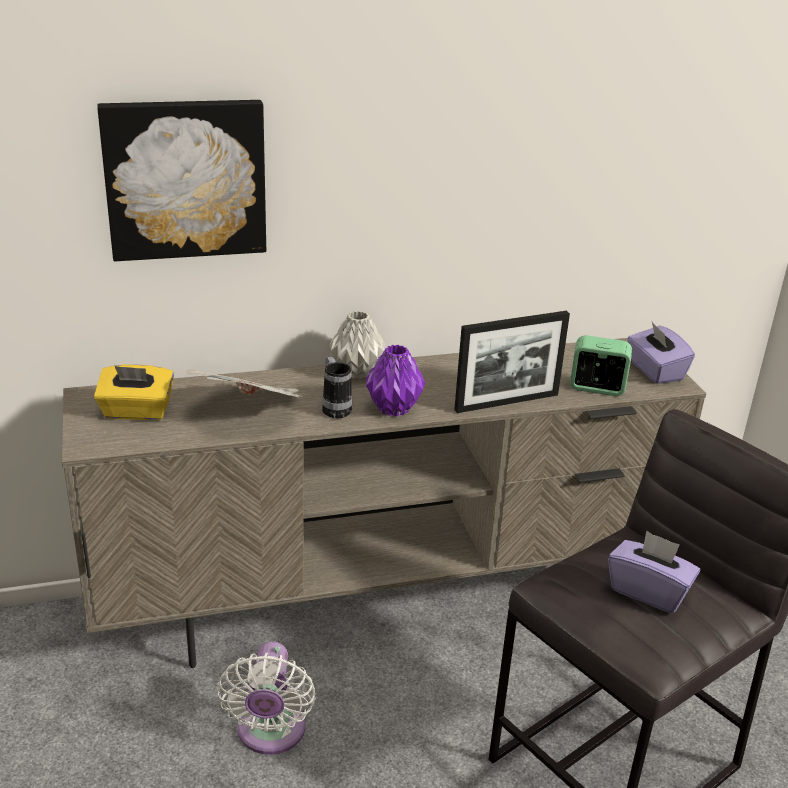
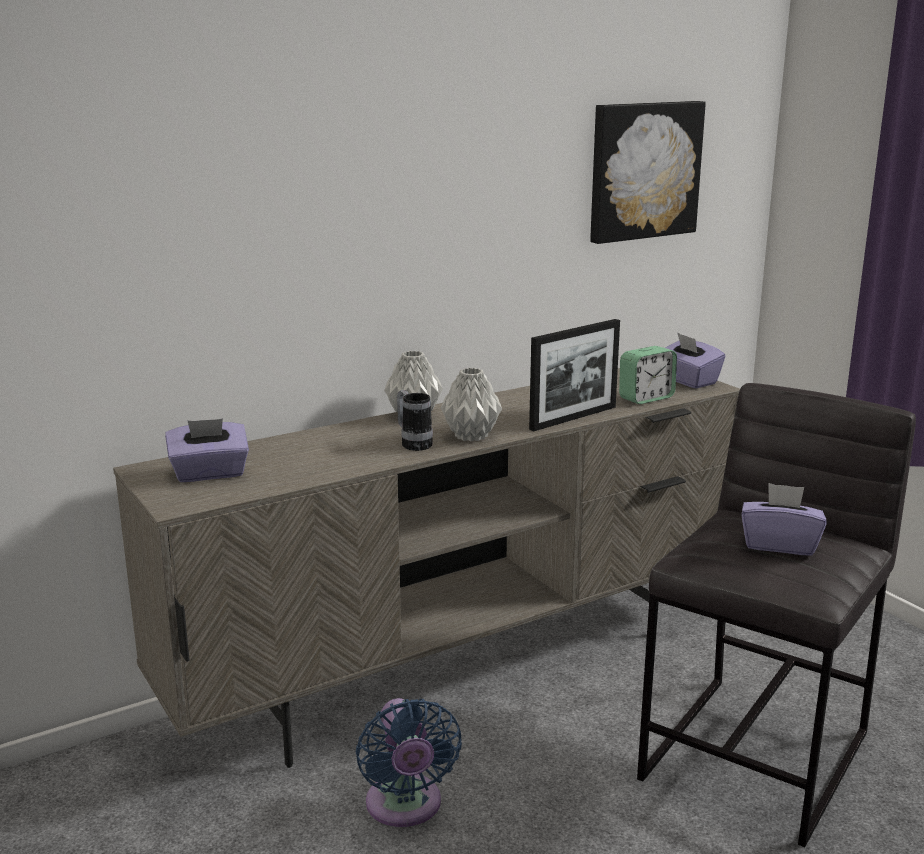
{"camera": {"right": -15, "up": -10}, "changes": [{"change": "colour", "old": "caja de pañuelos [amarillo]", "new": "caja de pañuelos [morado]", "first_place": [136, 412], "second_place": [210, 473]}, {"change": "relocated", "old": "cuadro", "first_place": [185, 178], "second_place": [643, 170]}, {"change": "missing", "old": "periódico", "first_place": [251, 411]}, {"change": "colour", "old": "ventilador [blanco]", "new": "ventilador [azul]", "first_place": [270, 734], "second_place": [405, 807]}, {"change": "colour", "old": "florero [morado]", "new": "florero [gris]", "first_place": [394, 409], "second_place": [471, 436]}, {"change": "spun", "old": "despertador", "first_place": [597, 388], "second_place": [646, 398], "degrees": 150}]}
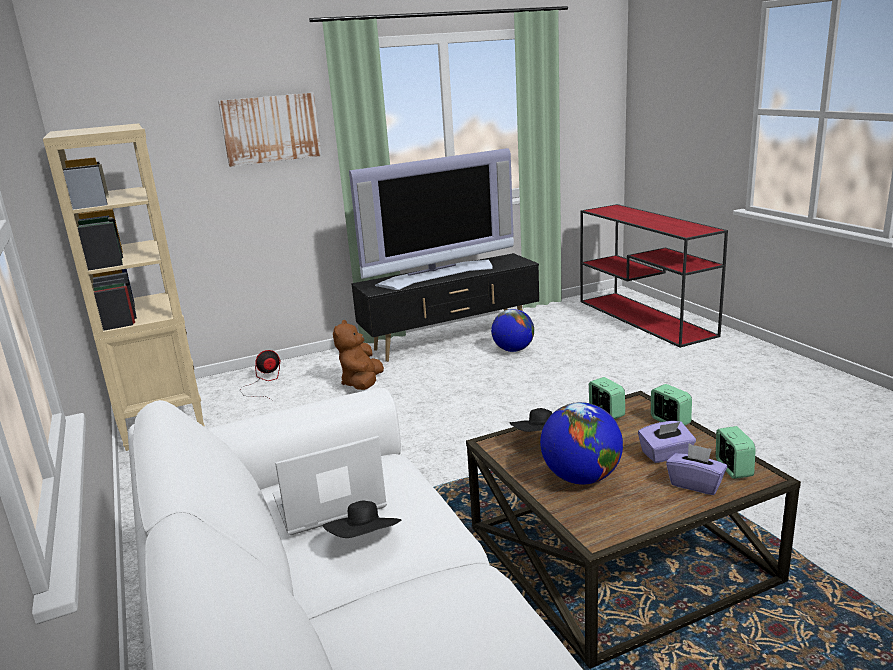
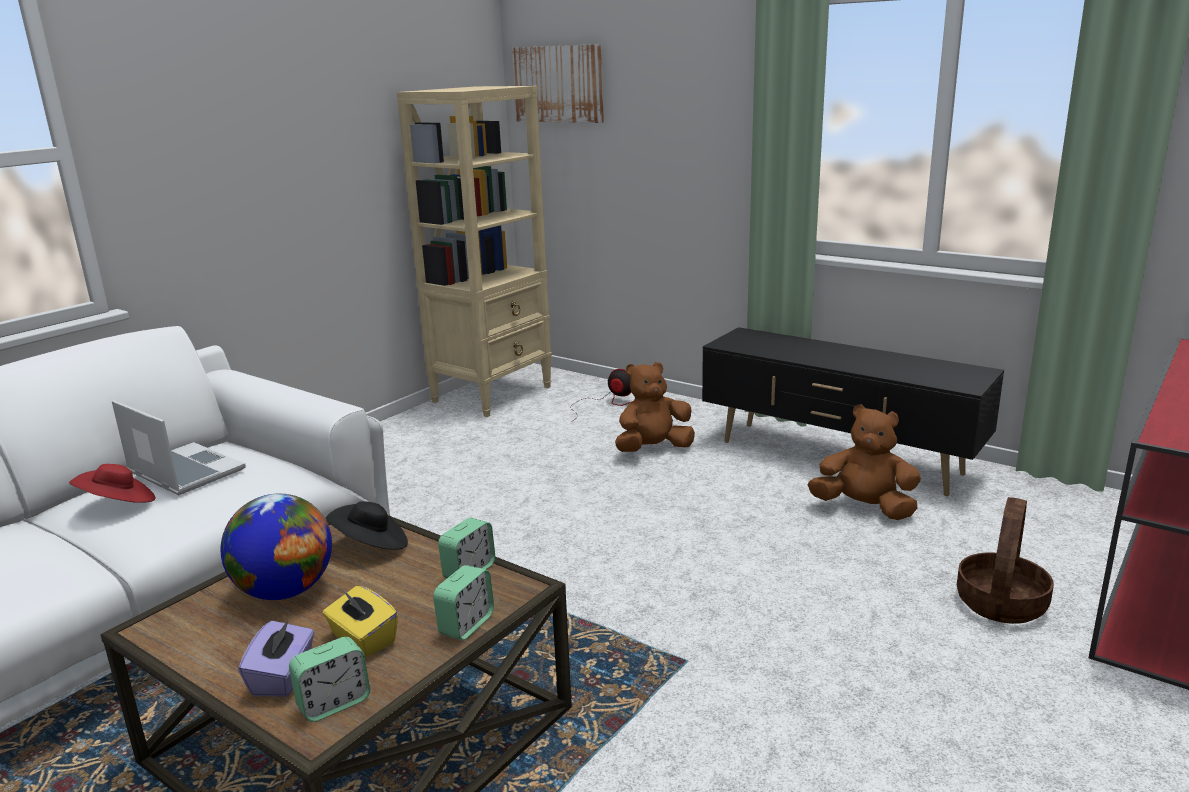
{"camera": {"right": 60, "up": 0}, "changes": [{"change": "relocated", "old": "cuadro", "first_place": [271, 129], "second_place": [559, 84]}, {"change": "colour", "old": "sombrero [negro]", "new": "sombrero [rojo]", "first_place": [365, 541], "second_place": [118, 504]}, {"change": "missing", "old": "televisor", "first_place": [437, 274]}, {"change": "exchanged", "old": "globo terráqueo", "new": "peluche [marrón]", "first_place": [513, 350], "second_place": [864, 508]}, {"change": "colour", "old": "caja de pañuelos [morado]", "new": "caja de pañuelos [amarillo]", "first_place": [666, 454], "second_place": [363, 640]}, {"change": "appeared", "new": "cesta", "second_place": [1000, 603]}]}
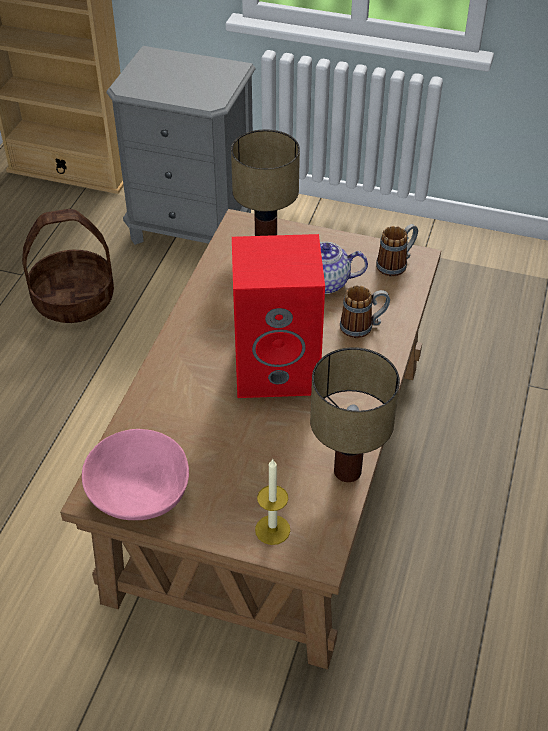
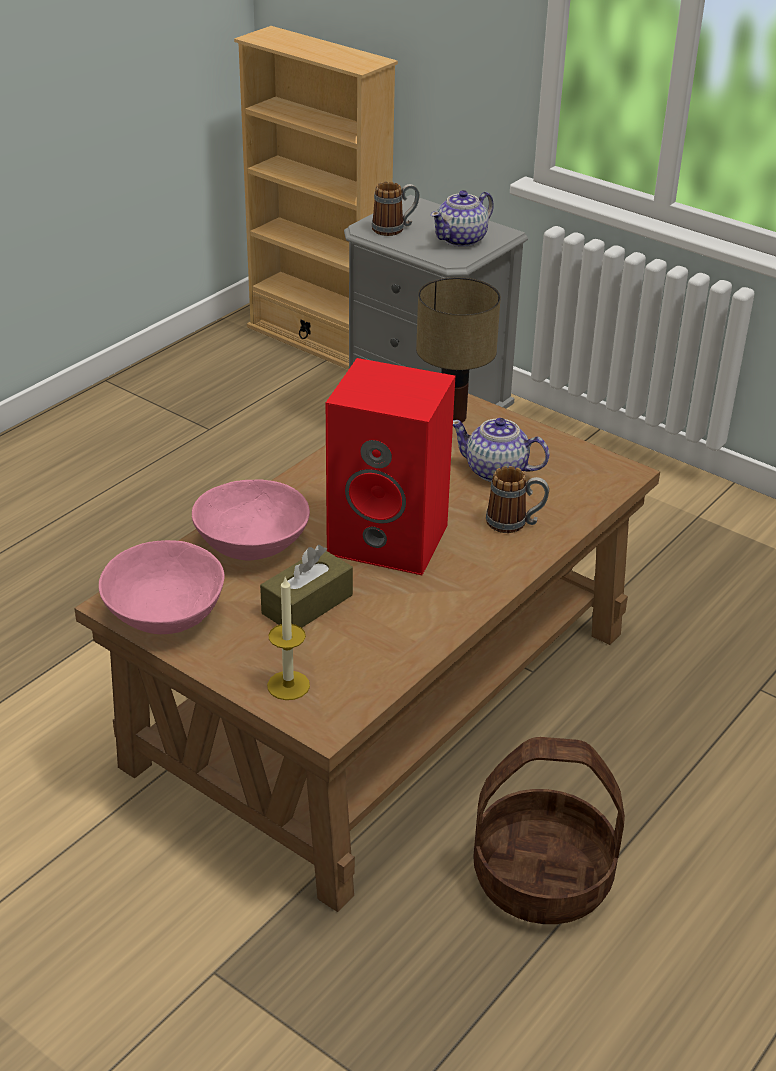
{"camera": {"right": 20, "up": -10}, "changes": [{"change": "relocated", "old": "cesta", "first_place": [74, 299], "second_place": [543, 877]}, {"change": "missing", "old": "lámpara de mesa", "first_place": [349, 471]}, {"change": "relocated", "old": "taza grande", "first_place": [396, 264], "second_place": [395, 229]}, {"change": "appeared", "new": "cuenco [rosa]", "second_place": [252, 545]}, {"change": "appeared", "new": "caja de pañuelos [marrón]", "second_place": [307, 604]}, {"change": "appeared", "new": "tetera", "second_place": [462, 239]}]}
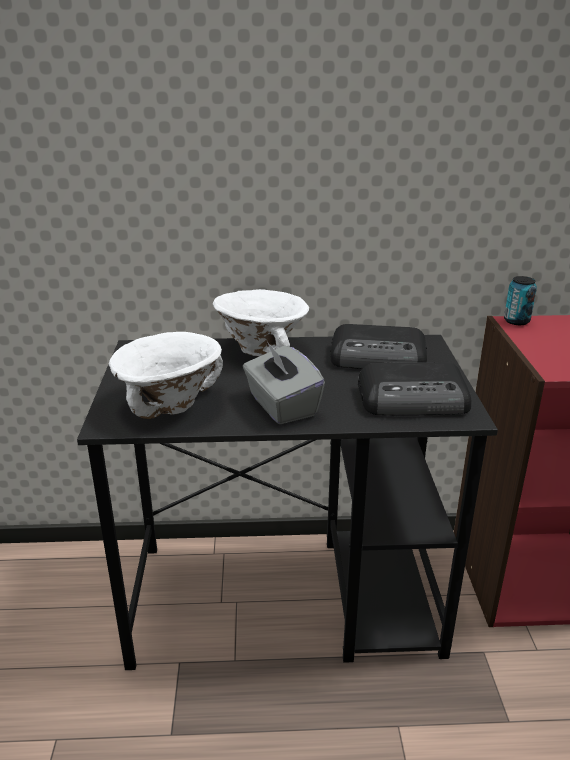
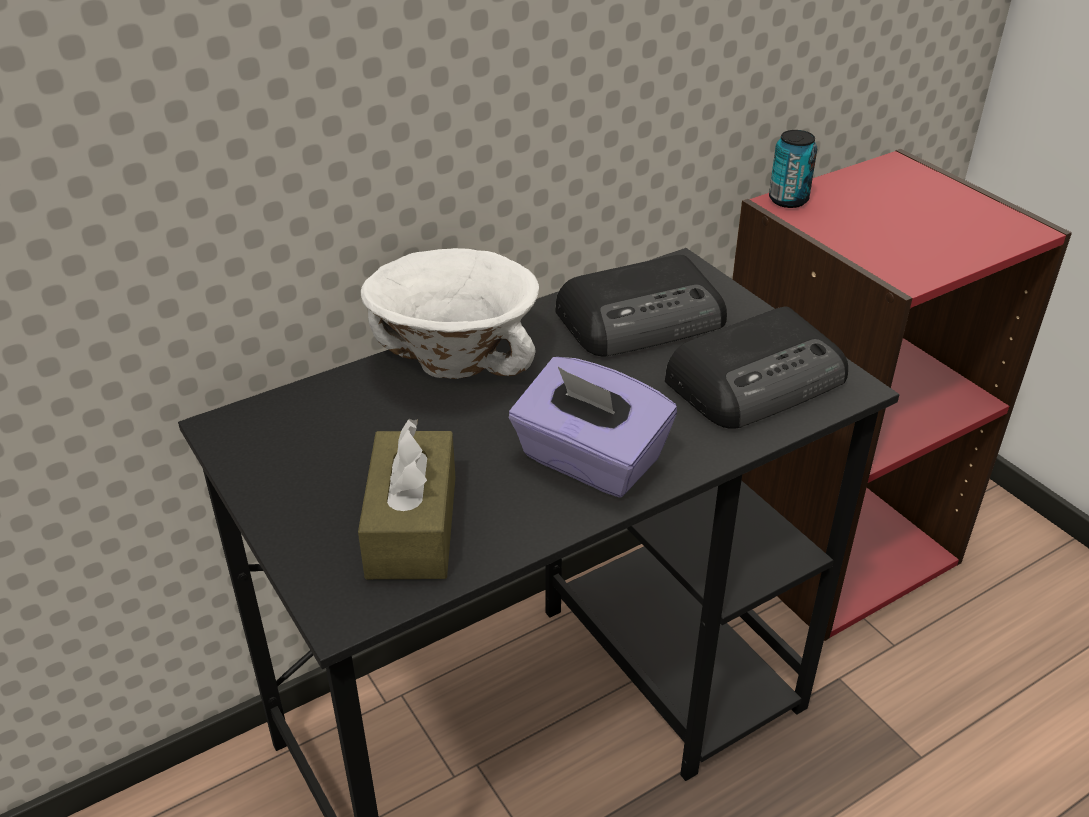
{"camera": {"right": -30, "up": 10}, "changes": [{"change": "exchanged", "old": "cuenco [blanco]", "new": "caja de pañuelos [marrón]", "first_place": [169, 404], "second_place": [412, 526]}, {"change": "colour", "old": "caja de pañuelos [gris]", "new": "caja de pañuelos [morado]", "first_place": [281, 406], "second_place": [589, 461]}]}
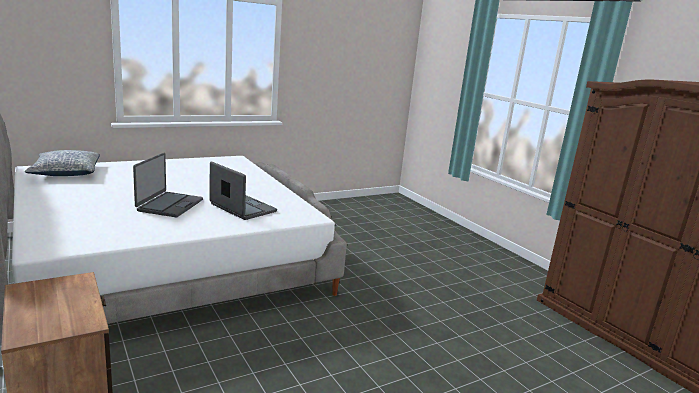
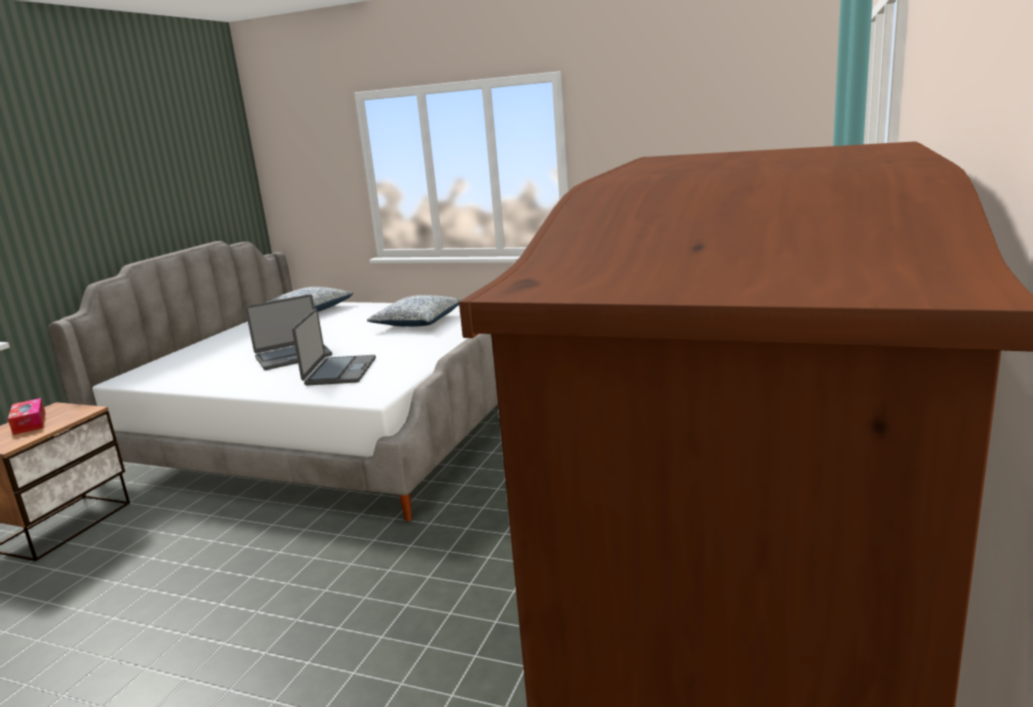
{"camera": {"right": 55, "up": 0}, "changes": [{"change": "appeared", "new": "caja de pañuelos", "second_place": [29, 423]}, {"change": "appeared", "new": "cojín", "second_place": [417, 322]}]}
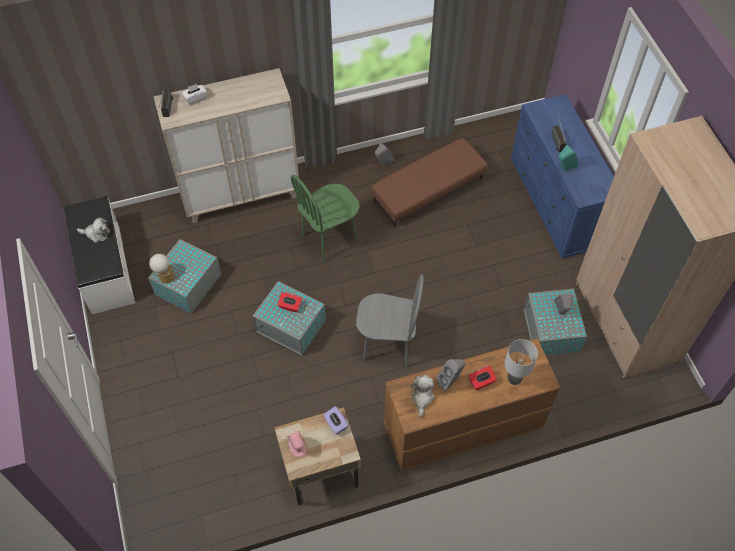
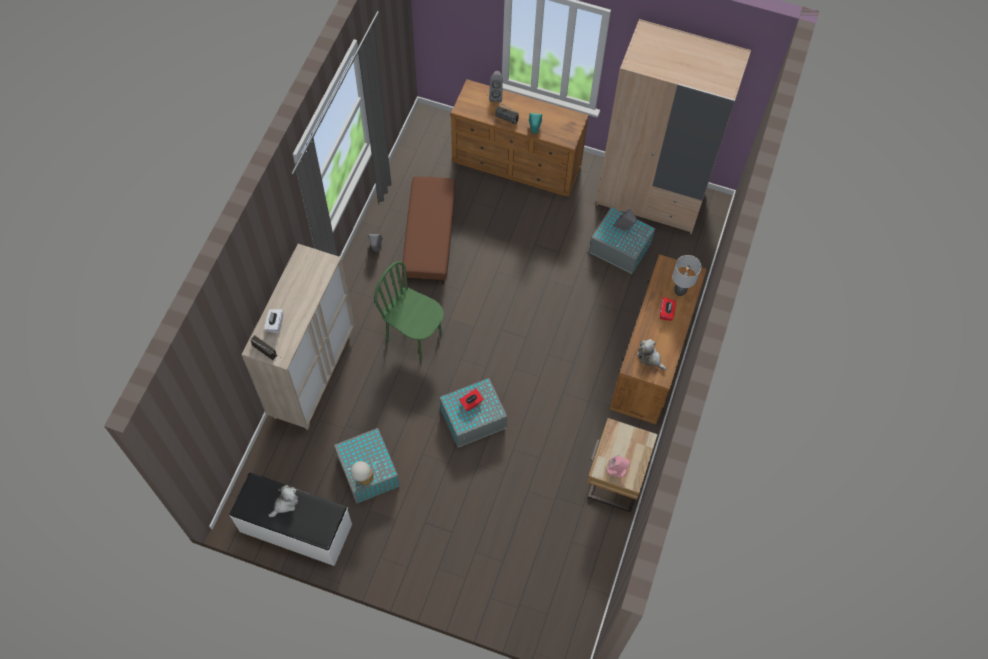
{"camera": {"right": -55, "up": 5}, "changes": [{"change": "spun", "old": "silla [verde]", "first_place": [329, 238], "second_place": [414, 337], "degrees": 120}, {"change": "missing", "old": "caja de pañuelos [morado]", "first_place": [335, 424]}, {"change": "missing", "old": "silla [gris]", "first_place": [388, 345]}, {"change": "relocated", "old": "altavoz [gris]", "first_place": [450, 381], "second_place": [496, 95]}, {"change": "colour", "old": "cómoda [azul]", "new": "cómoda [marrón]", "first_place": [556, 204], "second_place": [517, 164]}]}
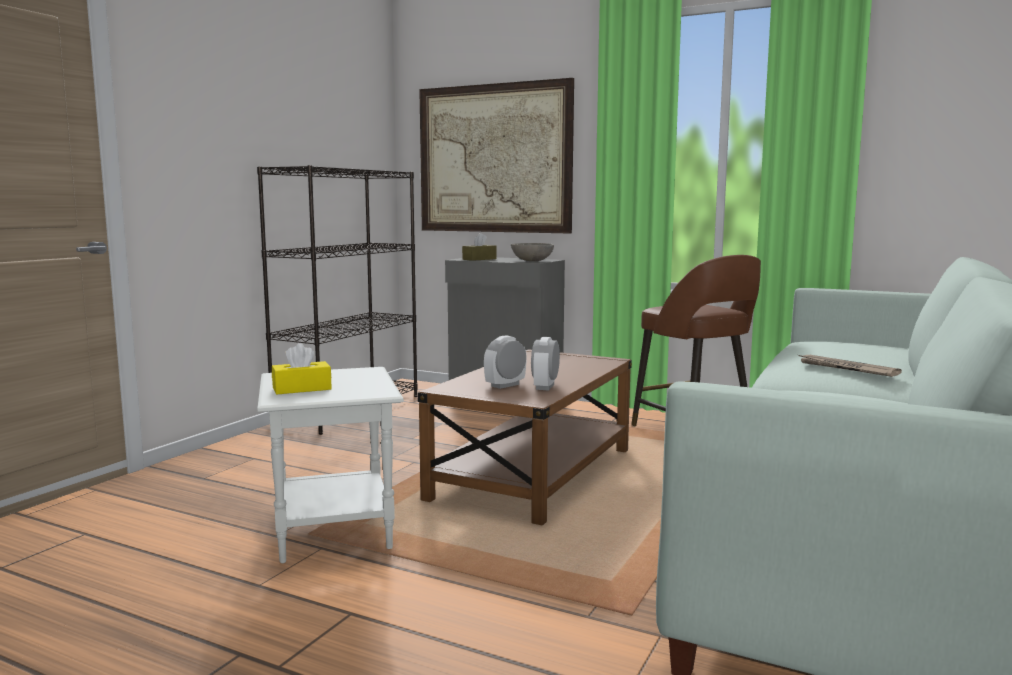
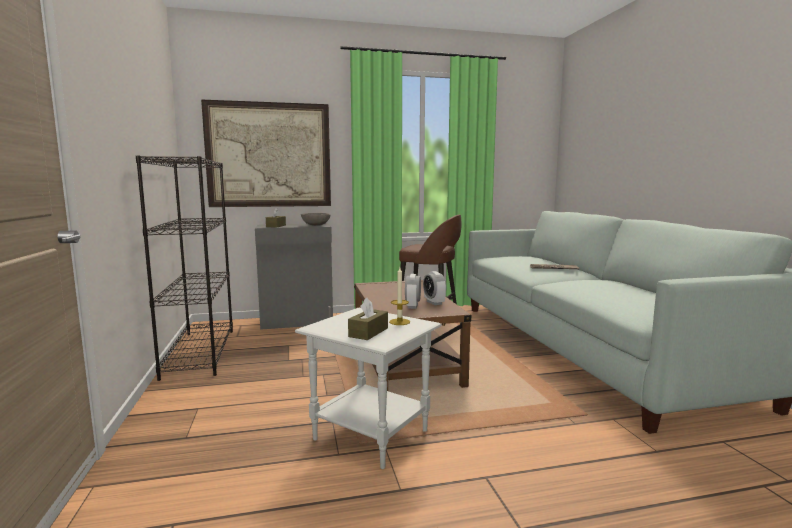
{"camera": {"right": -40, "up": 0}, "changes": [{"change": "colour", "old": "caja de pañuelos [amarillo]", "new": "caja de pañuelos [marrón]", "first_place": [302, 389], "second_place": [368, 332]}, {"change": "appeared", "new": "vela", "second_place": [399, 322]}]}
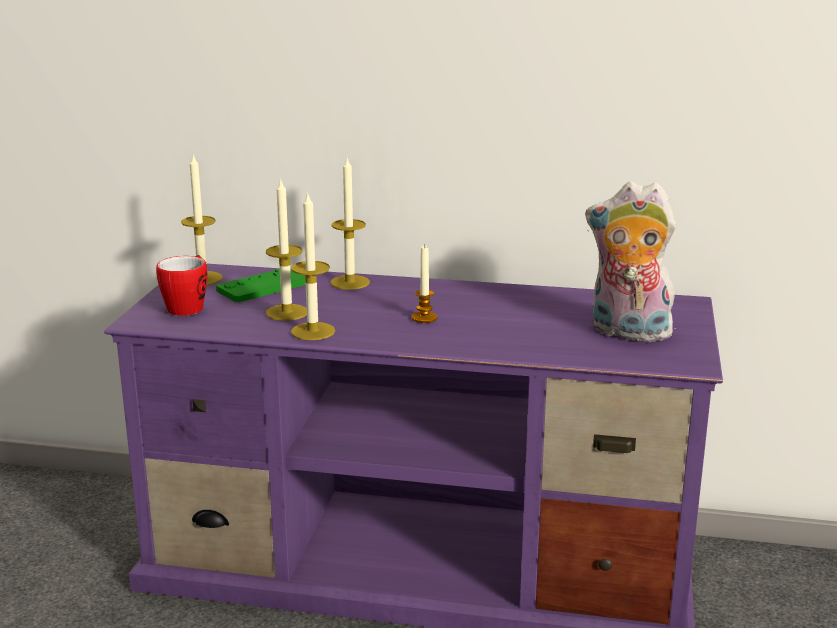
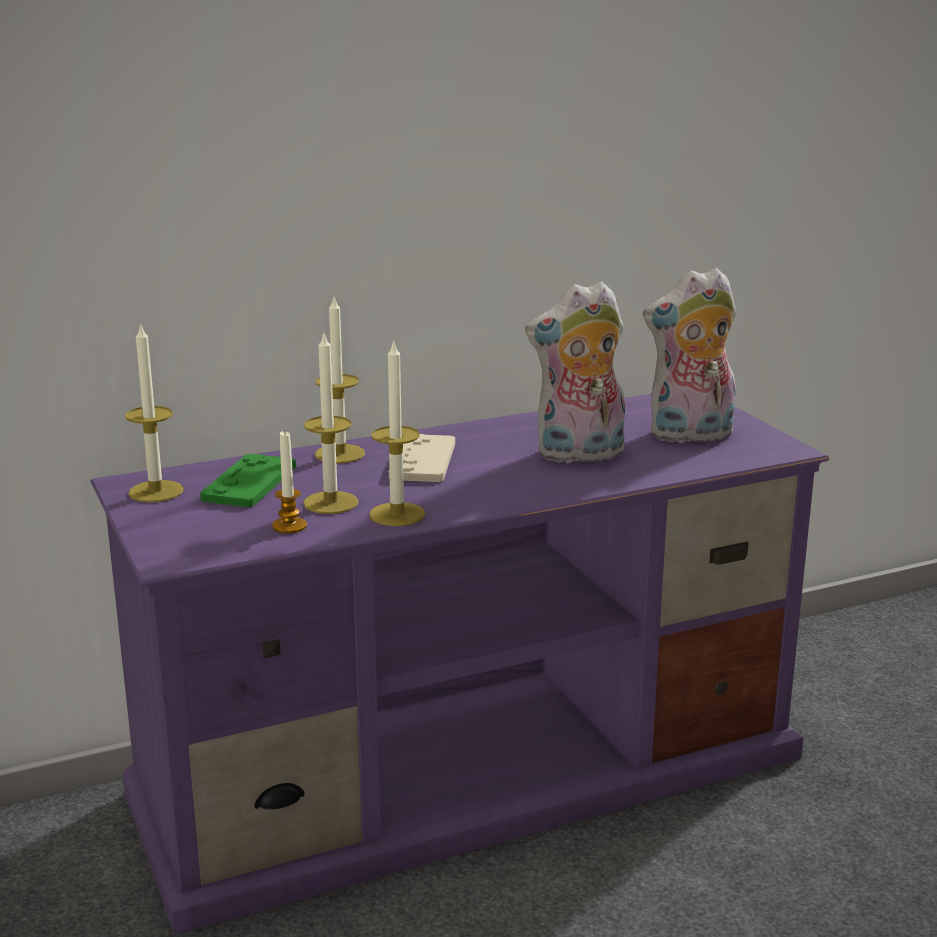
{"camera": {"right": -35, "up": 0}, "changes": [{"change": "missing", "old": "taza grande", "first_place": [189, 306]}, {"change": "relocated", "old": "vela", "first_place": [424, 318], "second_place": [289, 526]}, {"change": "appeared", "new": "mando de consola [beis]", "second_place": [423, 460]}, {"change": "appeared", "new": "peluche", "second_place": [579, 455]}]}
